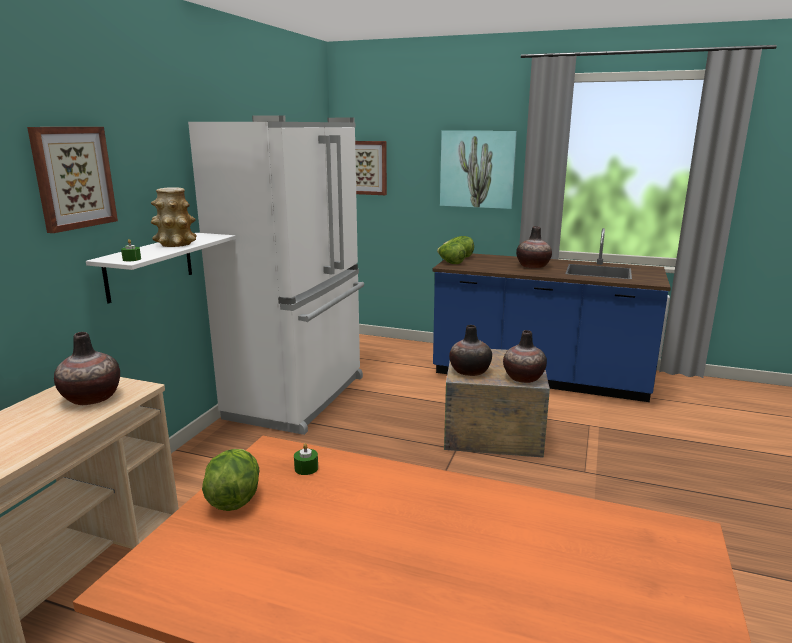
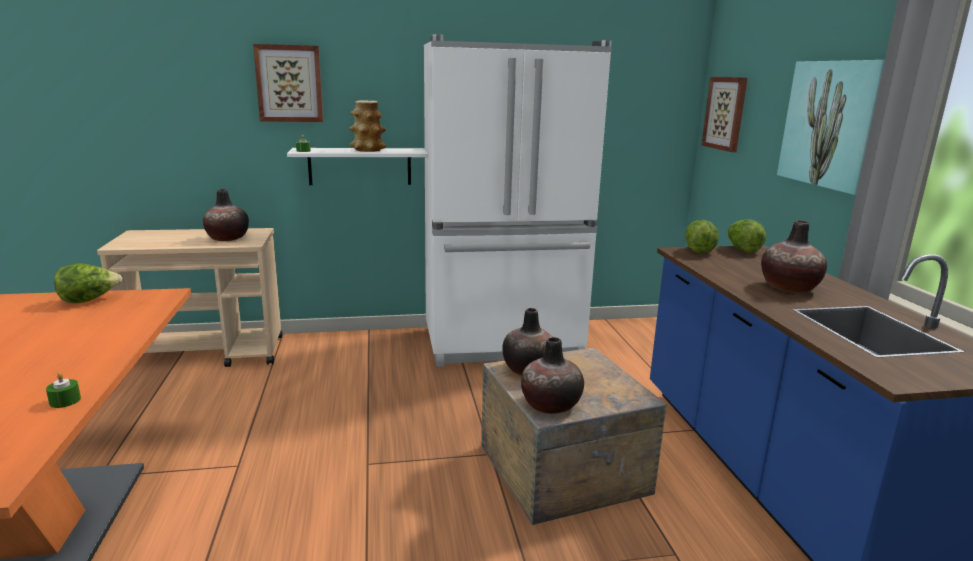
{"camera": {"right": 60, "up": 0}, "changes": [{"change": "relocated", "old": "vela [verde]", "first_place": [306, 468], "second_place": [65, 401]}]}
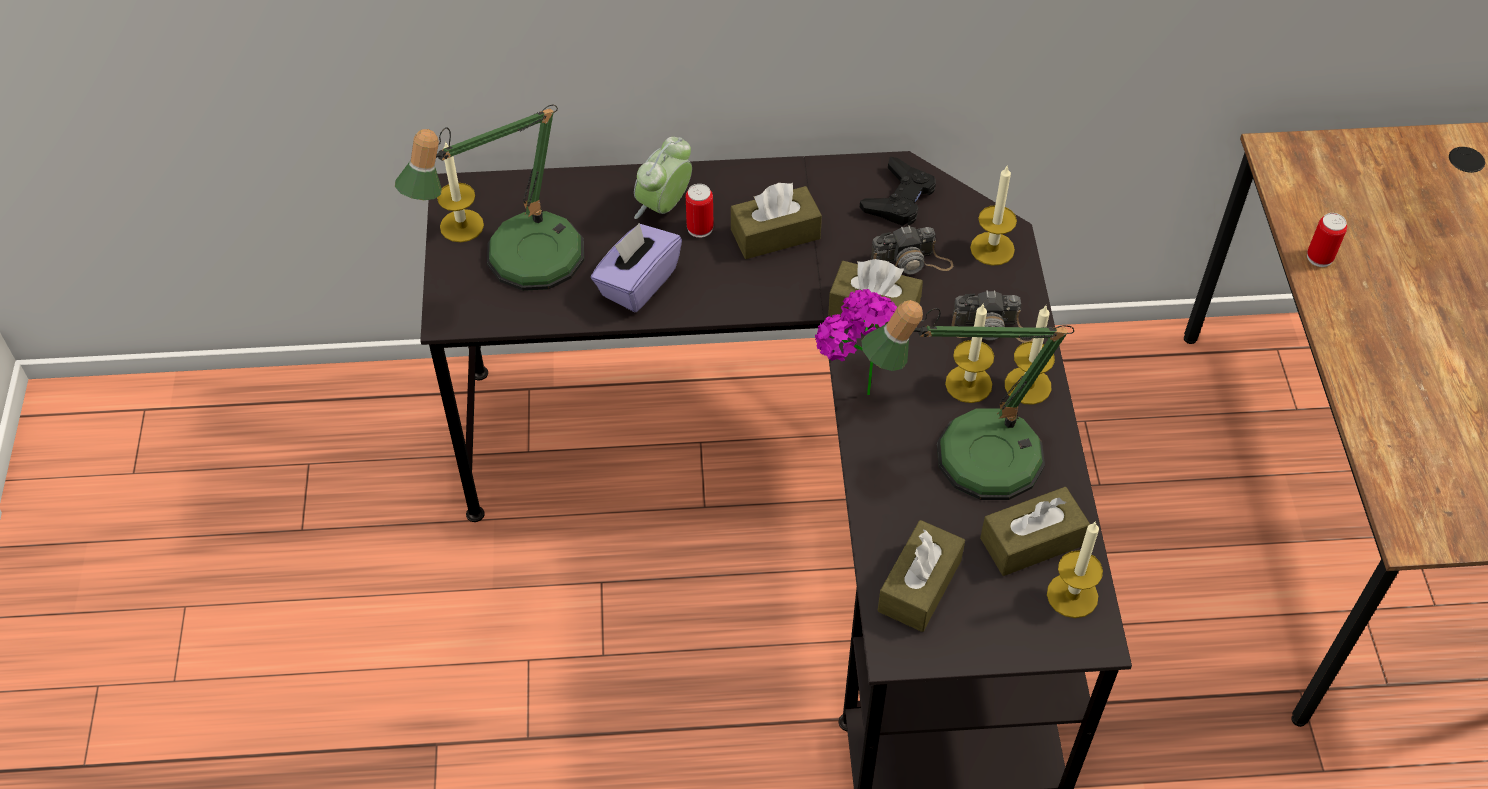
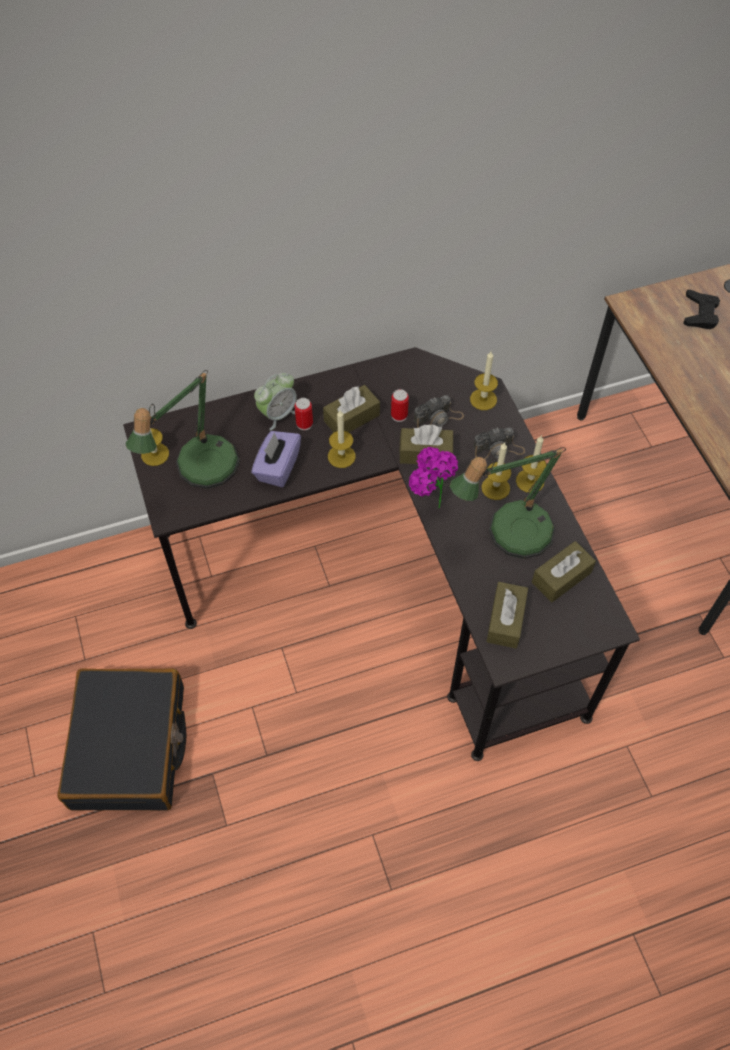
{"camera": {"right": -15, "up": 5}, "changes": [{"change": "spun", "old": "despertador", "first_place": [664, 206], "second_place": [278, 414], "degrees": -150}, {"change": "relocated", "old": "mando de consola [negro]", "first_place": [899, 199], "second_place": [700, 313]}, {"change": "relocated", "old": "vela", "first_place": [1072, 595], "second_place": [341, 456]}, {"change": "relocated", "old": "lata", "first_place": [1319, 257], "second_place": [399, 415]}, {"change": "appeared", "new": "maleta [negro]", "second_place": [129, 747]}]}
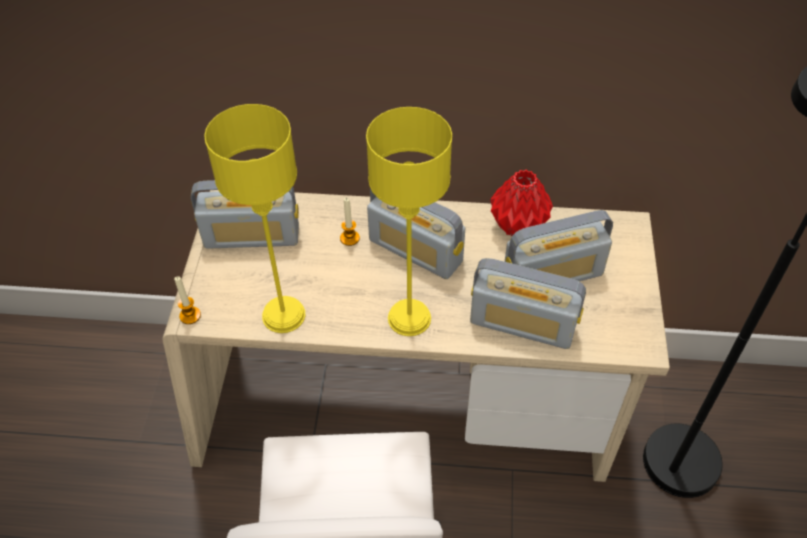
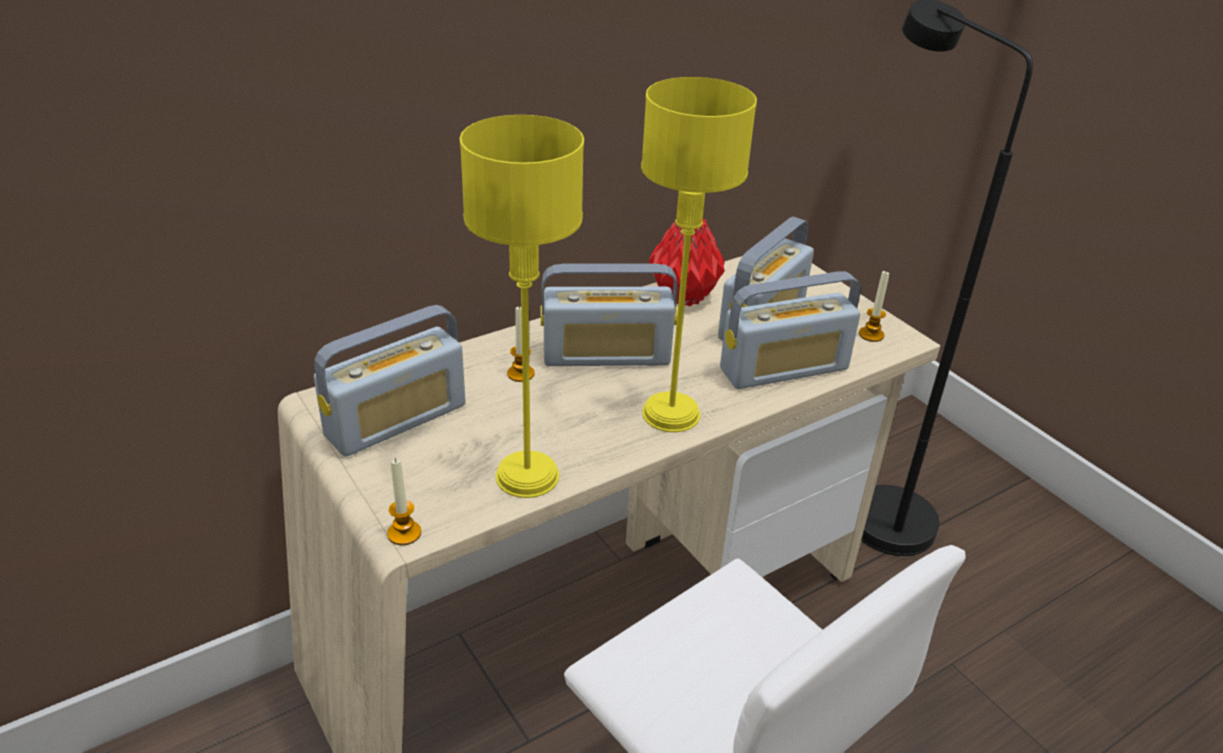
{"camera": {"right": -40, "up": -15}, "changes": [{"change": "appeared", "new": "vela", "second_place": [871, 335]}]}
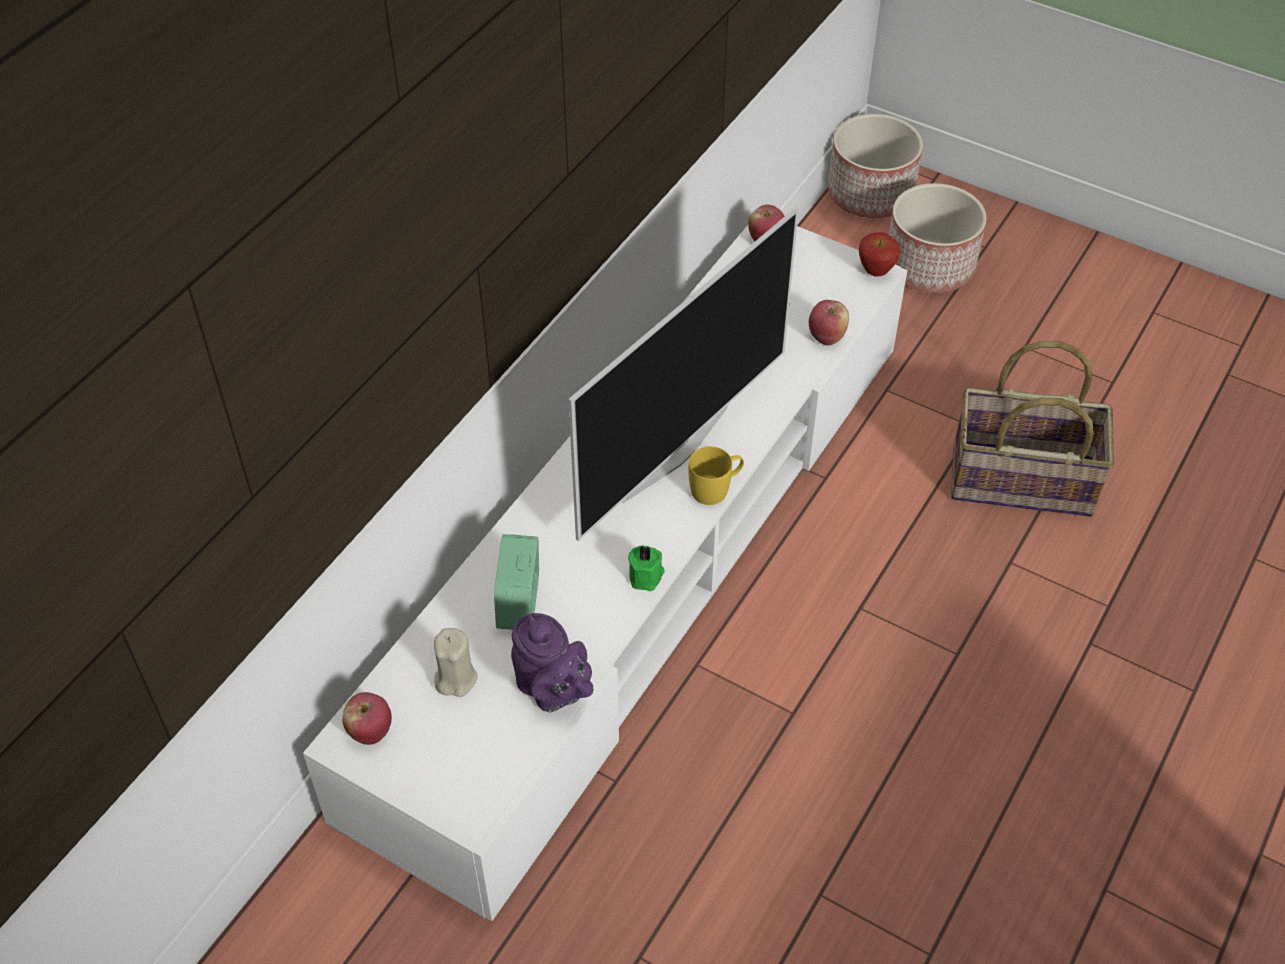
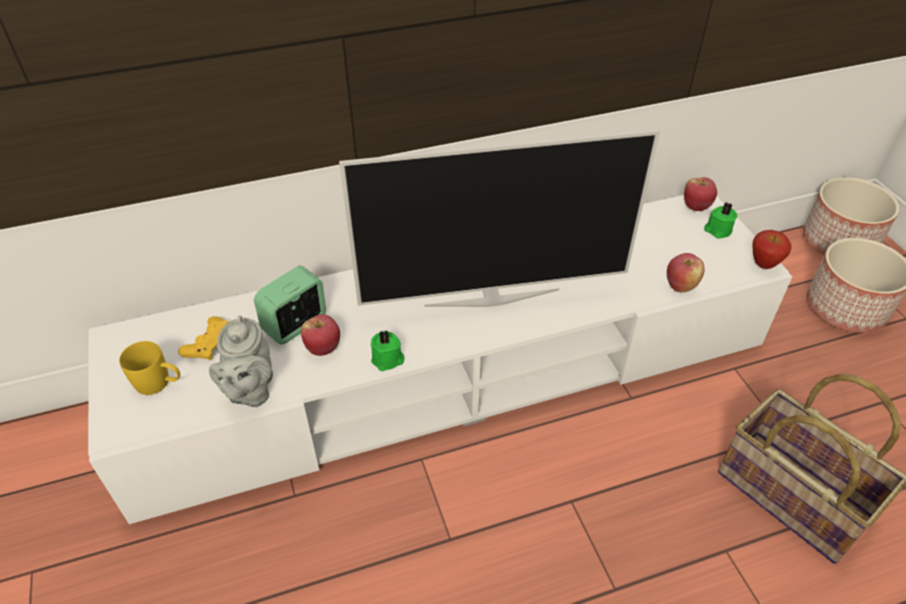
{"camera": {"right": 40, "up": -5}, "changes": [{"change": "relocated", "old": "manzana", "first_place": [370, 731], "second_place": [323, 348]}, {"change": "exchanged", "old": "vela [beis]", "new": "mando de consola [amarillo]", "first_place": [455, 678], "second_place": [209, 343]}, {"change": "colour", "old": "tetera [morado]", "new": "tetera [gris]", "first_place": [553, 691], "second_place": [250, 390]}, {"change": "relocated", "old": "taza grande [amarillo]", "first_place": [716, 488], "second_place": [159, 383]}, {"change": "appeared", "new": "vela [verde]", "second_place": [717, 230]}]}
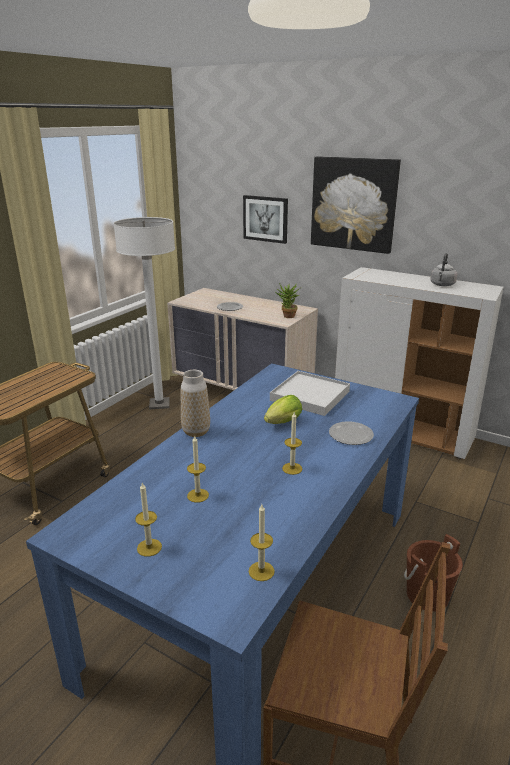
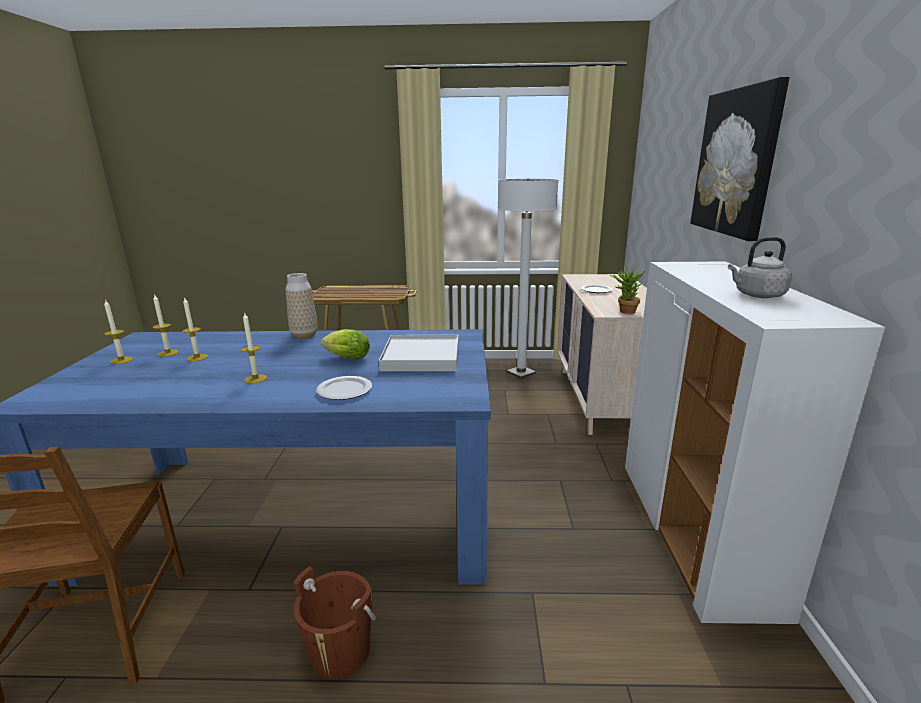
{"camera": {"right": 60, "up": -5}, "changes": [{"change": "missing", "old": "cuadro", "first_place": [265, 219]}, {"change": "relocated", "old": "vela", "first_place": [261, 571], "second_place": [168, 353]}]}
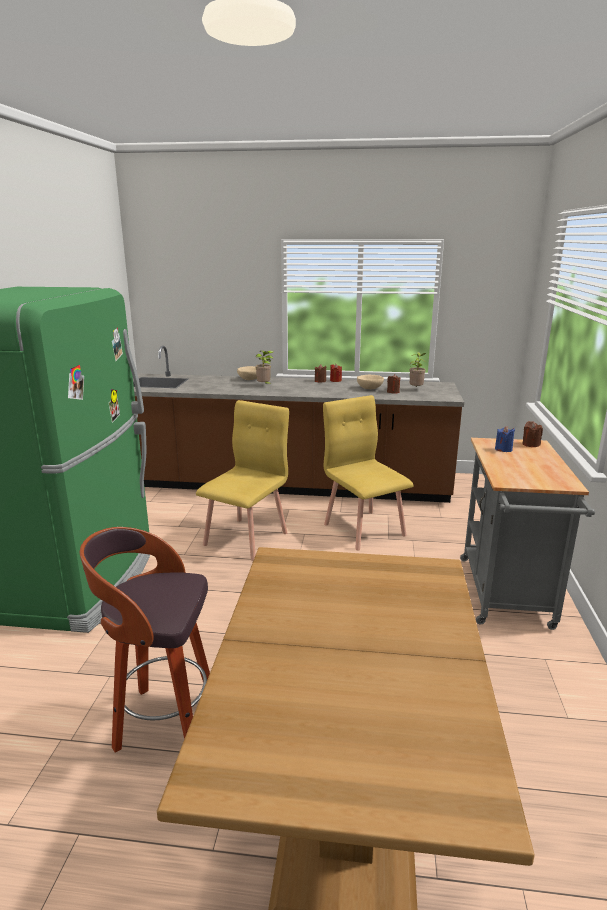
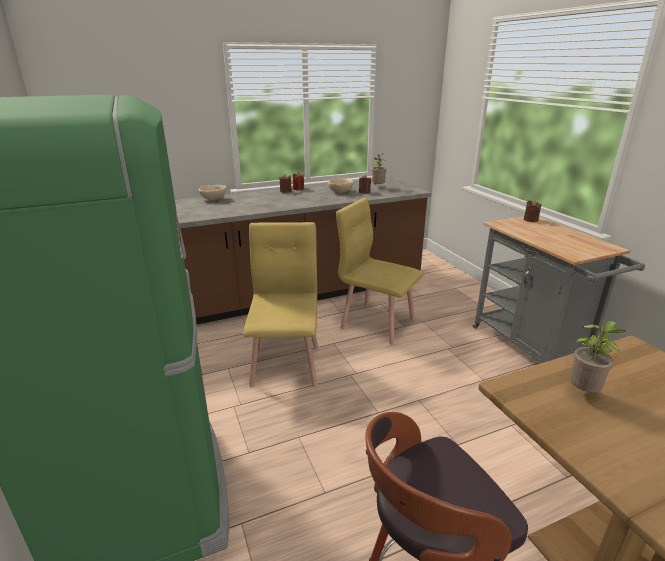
{"camera": {"right": -30, "up": 5}, "changes": [{"change": "relocated", "old": "planta en maceta", "first_place": [264, 386], "second_place": [584, 392]}, {"change": "missing", "old": "vela [azul]", "first_place": [503, 449]}]}
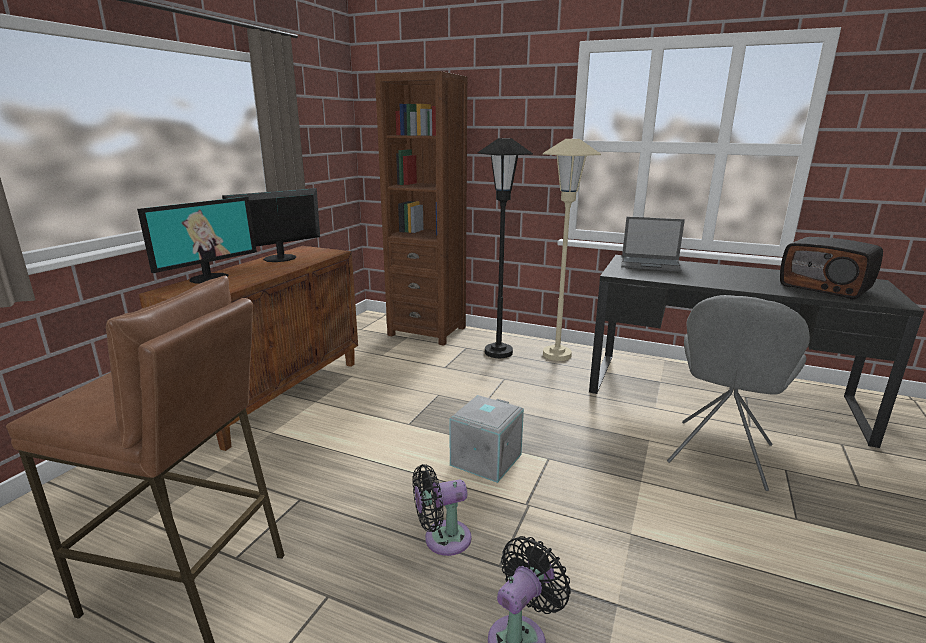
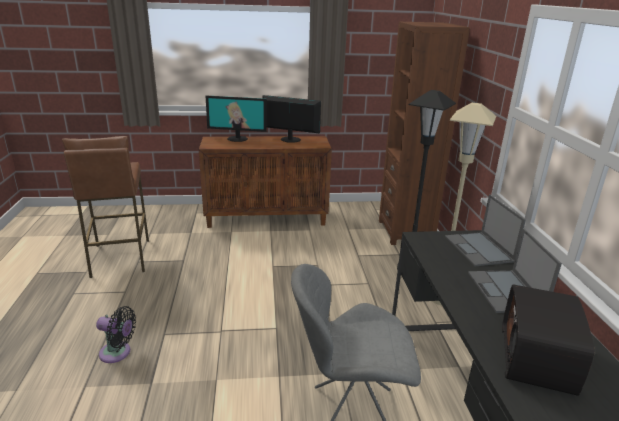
{"camera": {"right": 60, "up": 5}, "changes": [{"change": "missing", "old": "ventilador [negro]", "first_place": [442, 539]}, {"change": "missing", "old": "caja de almacenaje [gris]", "first_place": [485, 459]}, {"change": "appeared", "new": "portátil", "second_place": [506, 292]}]}
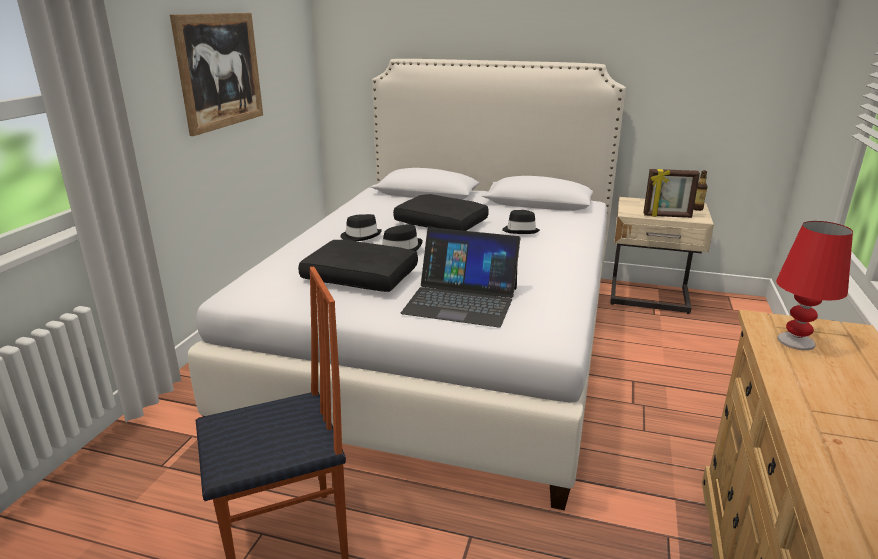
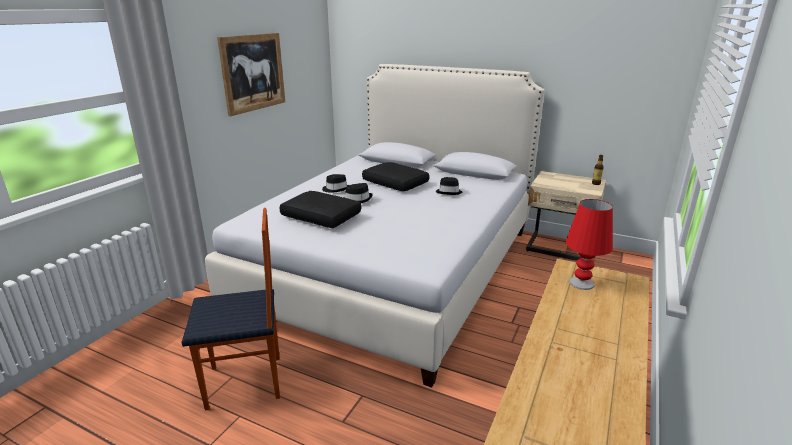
{"camera": {"right": 10, "up": 0}, "changes": [{"change": "missing", "old": "portátil", "first_place": [461, 300]}, {"change": "missing", "old": "portarretratos", "first_place": [667, 216]}]}
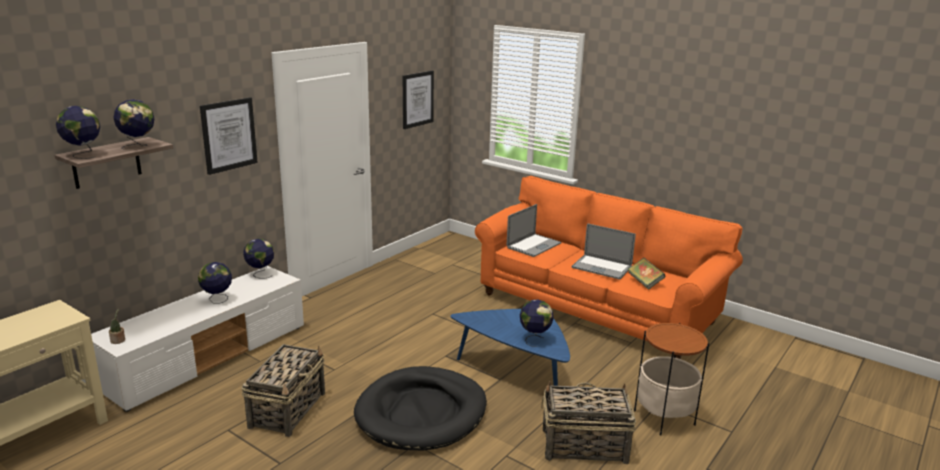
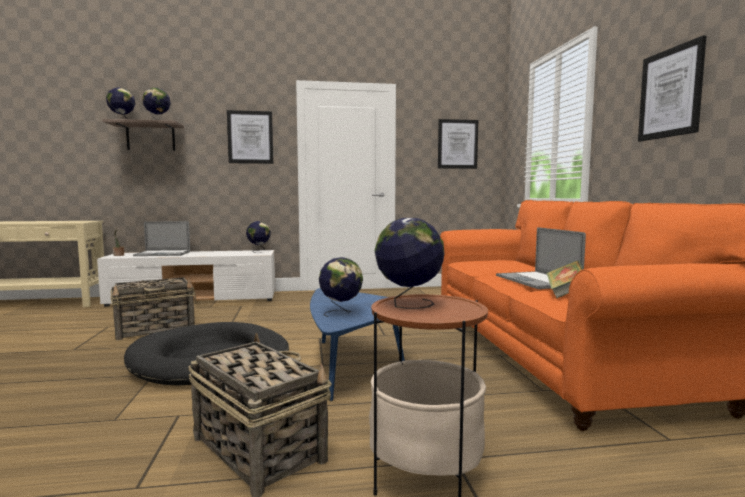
{"camera": {"right": 45, "up": -15}, "changes": [{"change": "relocated", "old": "globo terráqueo", "first_place": [217, 300], "second_place": [408, 304]}, {"change": "relocated", "old": "portátil", "first_place": [534, 245], "second_place": [162, 254]}, {"change": "appeared", "new": "cuadro", "second_place": [670, 93]}]}
